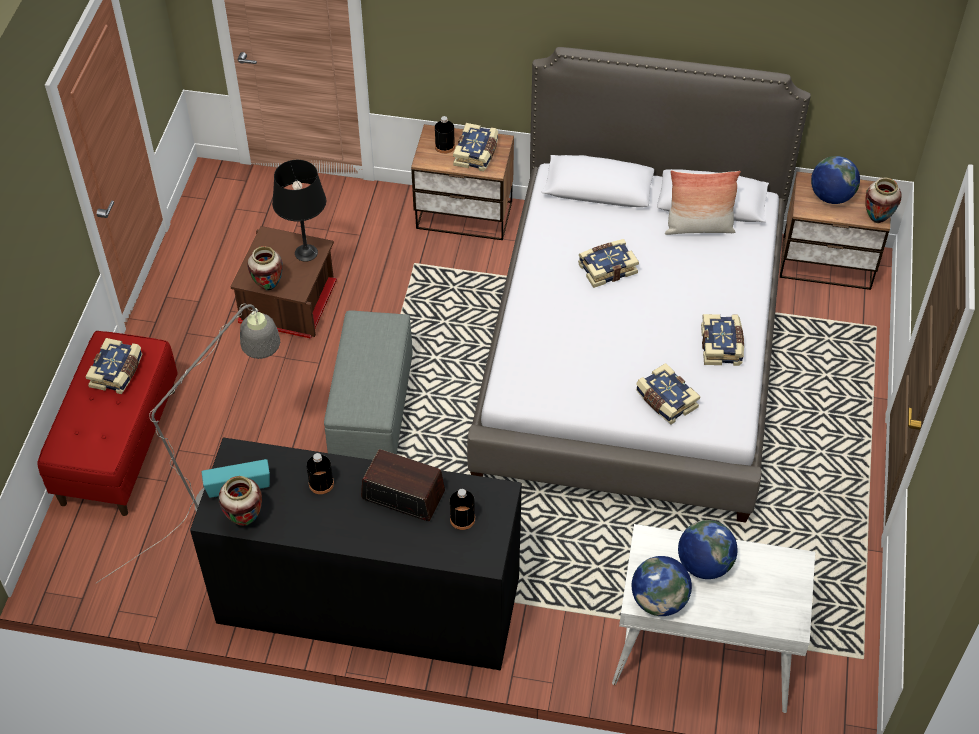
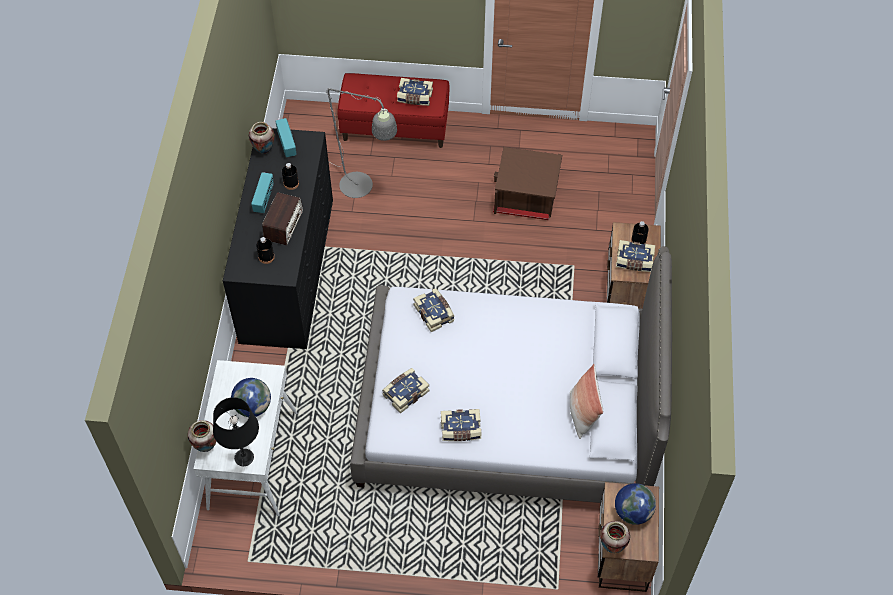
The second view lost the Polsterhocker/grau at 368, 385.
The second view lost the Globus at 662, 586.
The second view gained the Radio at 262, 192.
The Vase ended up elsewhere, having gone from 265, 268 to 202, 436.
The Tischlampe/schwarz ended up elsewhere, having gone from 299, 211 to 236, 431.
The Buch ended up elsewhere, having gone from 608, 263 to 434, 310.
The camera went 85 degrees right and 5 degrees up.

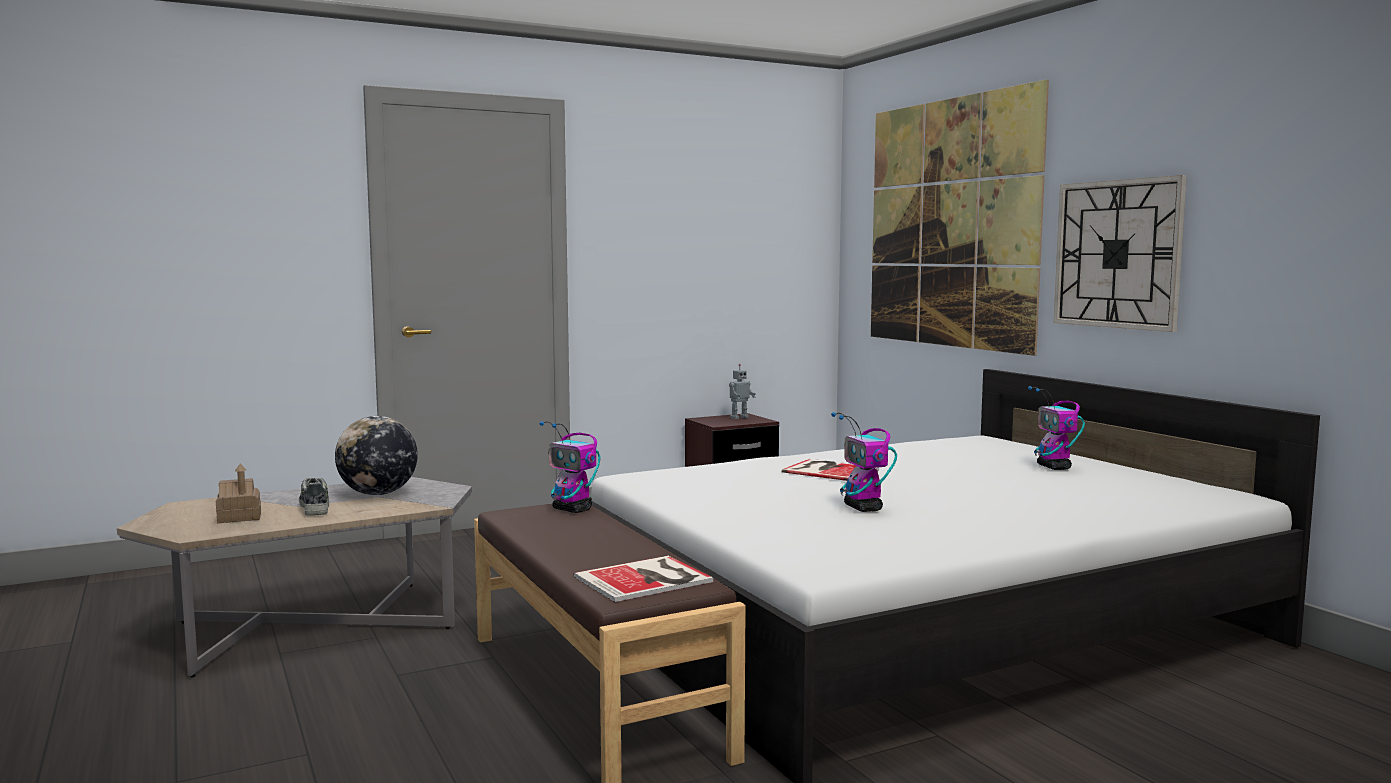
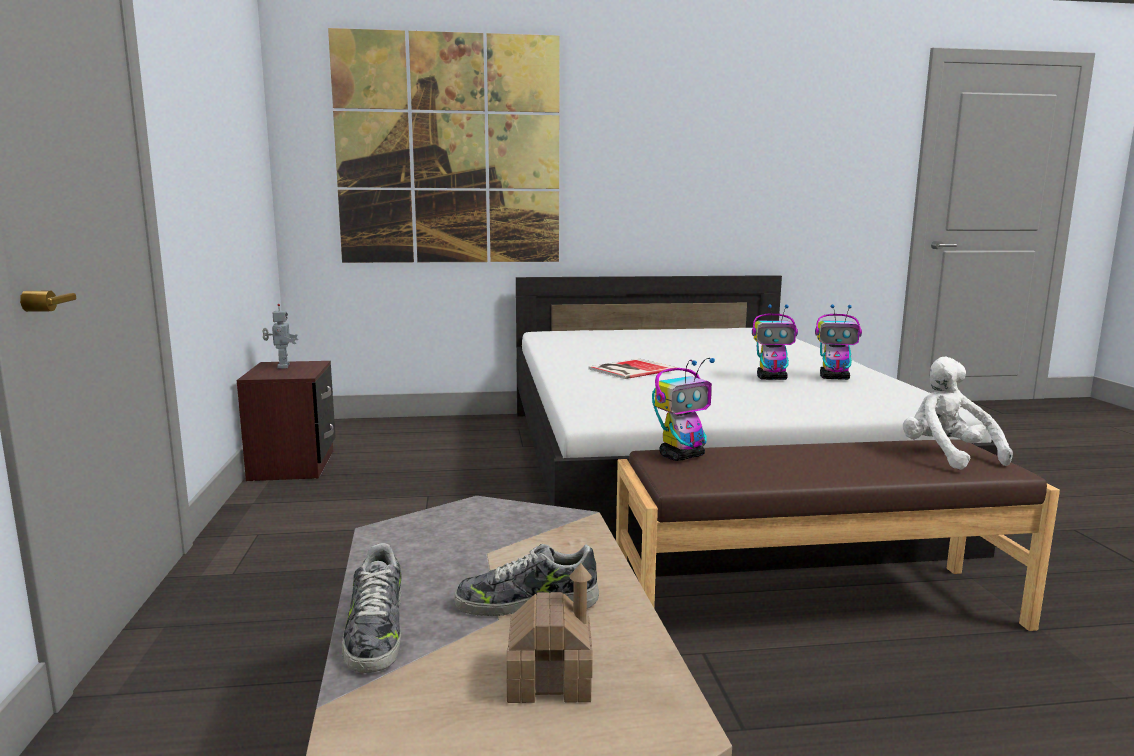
The second view lost the Globus at 376, 455.
The second view lost the Wanduhr at 1120, 253.
The second view gained the Schuh at 372, 608.
The Spielzeugroboter ended up elsewhere, having gone from 1056, 428 to 838, 342.
Where the Buch stood at 643, 579, the Plüschtier/weiß came to stand at 958, 413.
The camera went 70 degrees left and 5 degrees up.

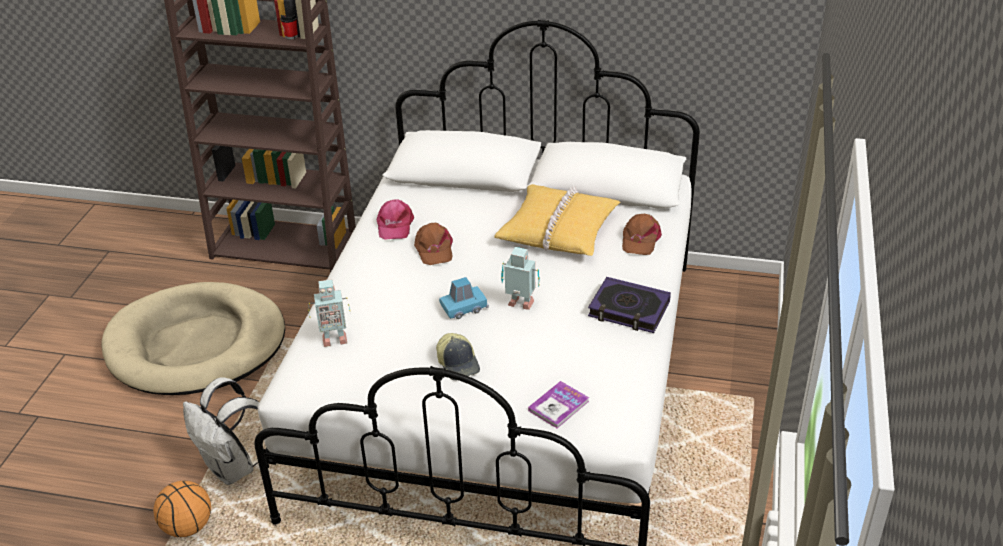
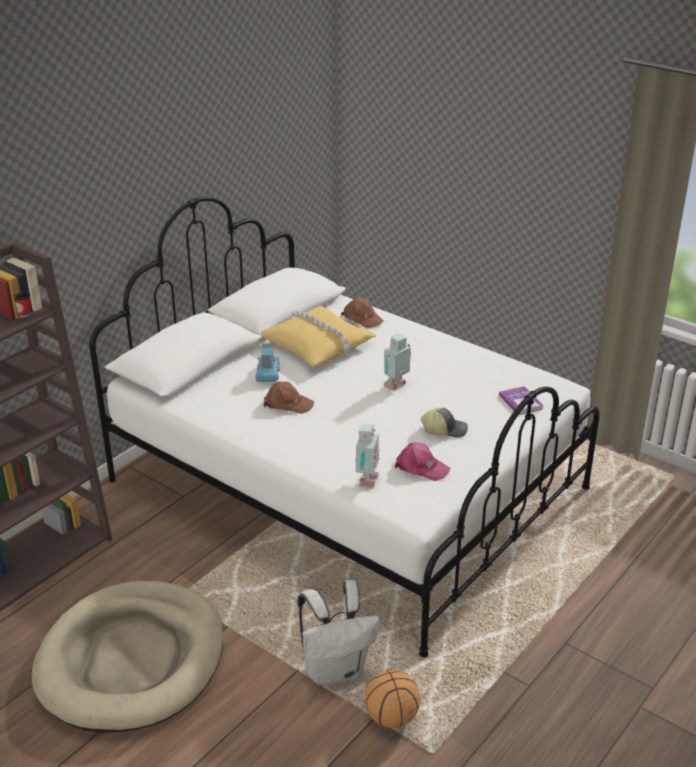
The second view lost the Buch at 629, 305.
The Kappe/rosa ended up elsewhere, having gone from 395, 219 to 422, 461.
The Spielzeugauto/blau ended up elsewhere, having gone from 464, 298 to 268, 365.
The camera went 65 degrees left and 5 degrees down.

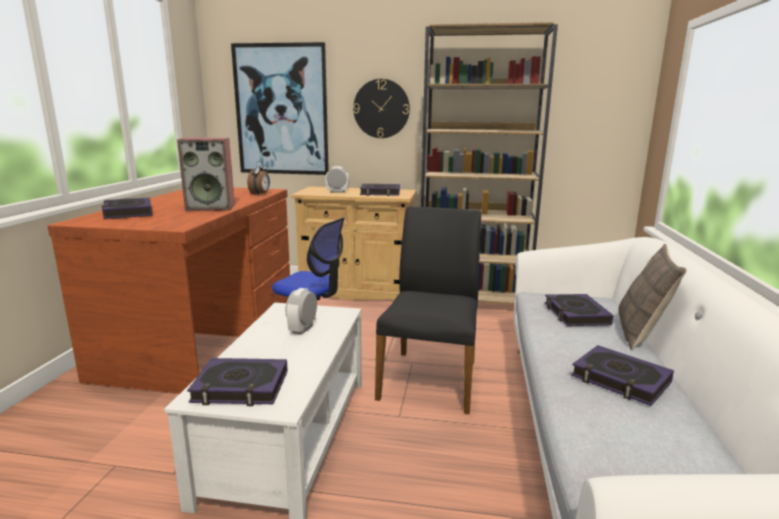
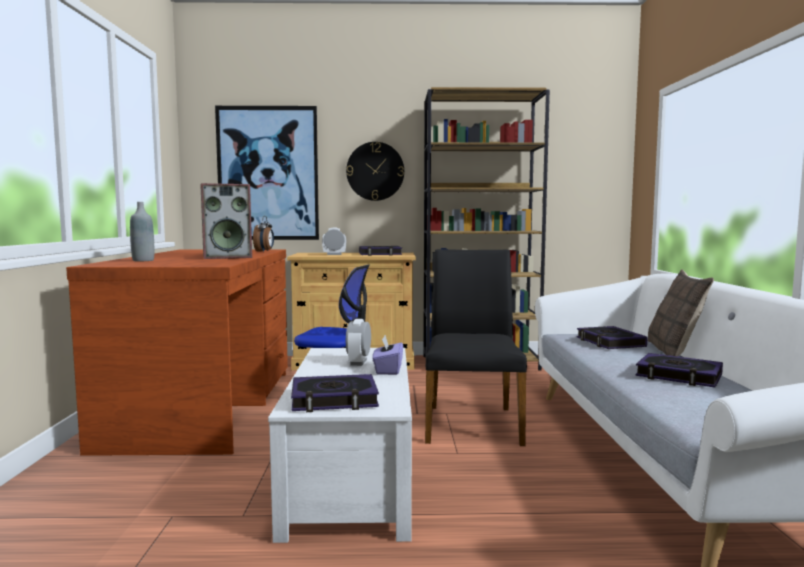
The second view gained the Taschentuchbox/lila at 387, 355.
Where the Buch stood at 127, 208, the Flasche/grau came to stand at 142, 231.
The camera went 10 degrees left and 10 degrees down.

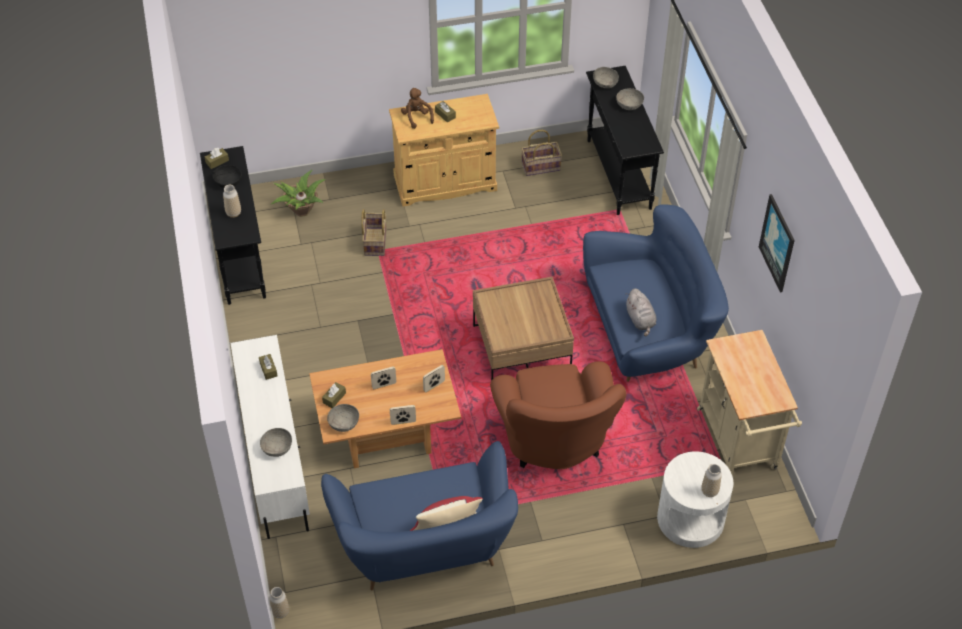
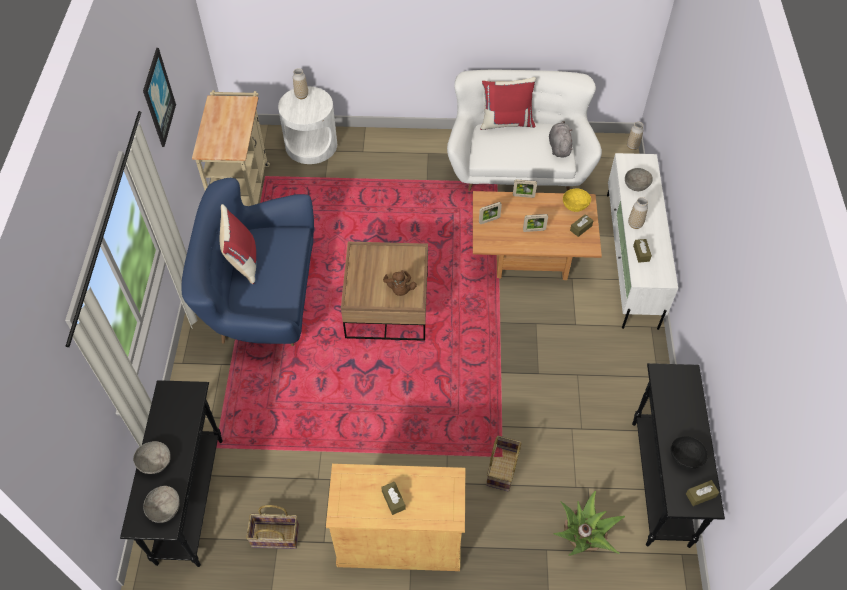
The second view lost the Sessel/braun at 558, 415.
The second view gained the Kissen/rot at 238, 244.
The Vase ended up elsewhere, having gone from 232, 201 to 638, 213.
The Plüschtier/braun ended up elsewhere, having gone from 417, 108 to 400, 283.
The Plüschtier/grau ended up elsewhere, having gone from 640, 312 to 561, 139.
What was the Sofa/blau at 419, 516 turned into the Sofa/weiß at 524, 130.
What was the Schüssel/grau at 343, 418 turned into the Schüssel/gelb at 577, 200.
The camera went 165 degrees left and 5 degrees up.

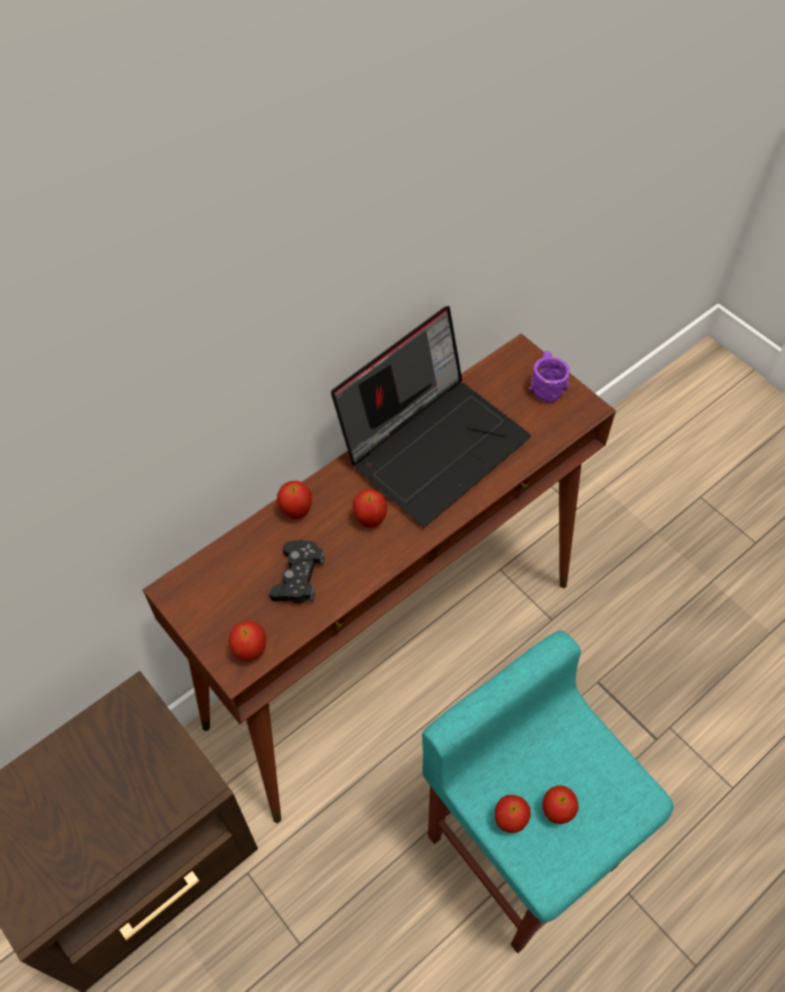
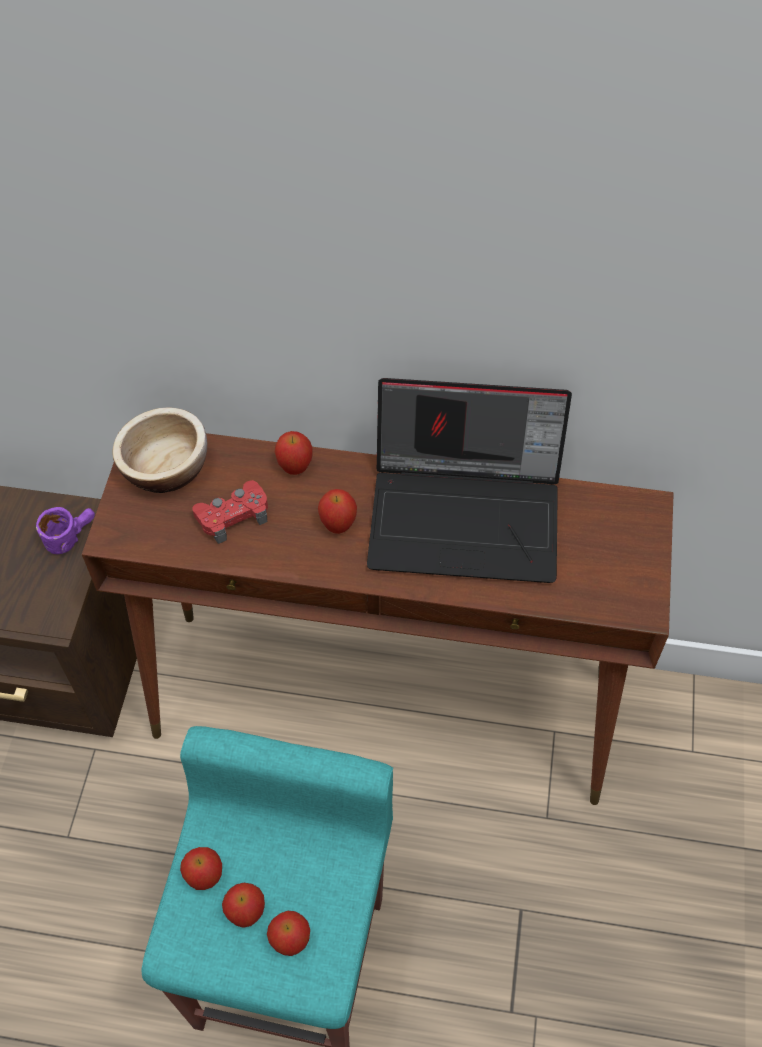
The second view gained the Schüssel at 159, 450.
The Apfel ended up elsewhere, having gone from 247, 641 to 288, 933.
The Henkelbecher/lila ended up elsewhere, having gone from 549, 376 to 65, 530.
What was the Gamepad/schwarz at 297, 571 turned into the Gamepad/rot at 230, 512.
The camera went 50 degrees right and 0 degrees up.

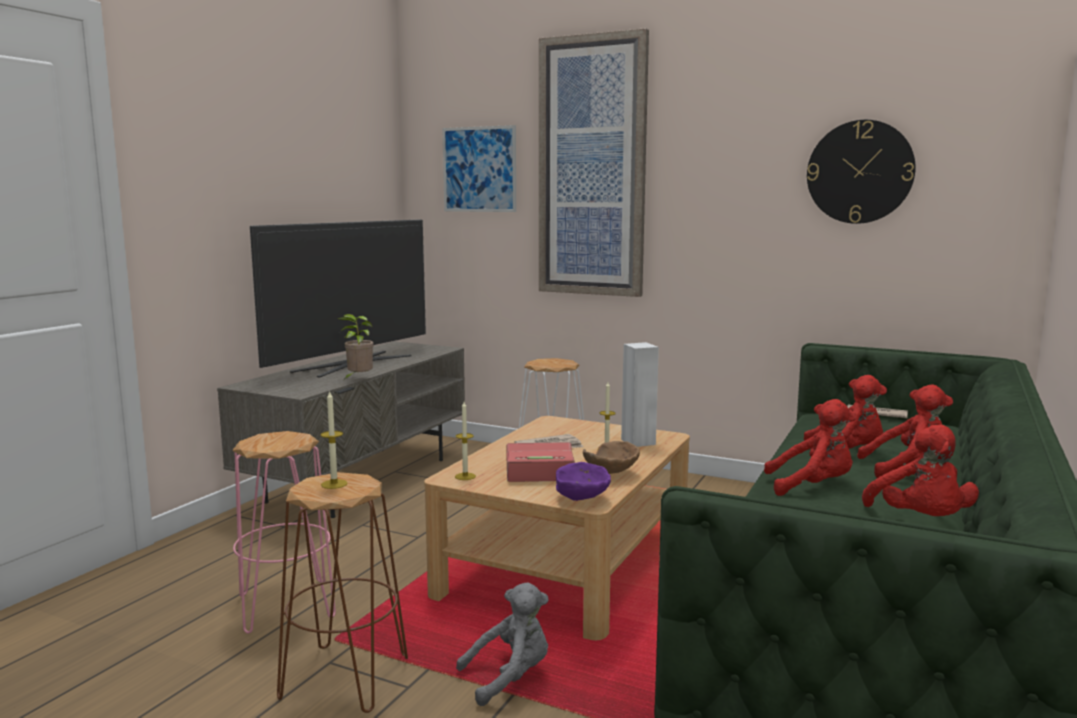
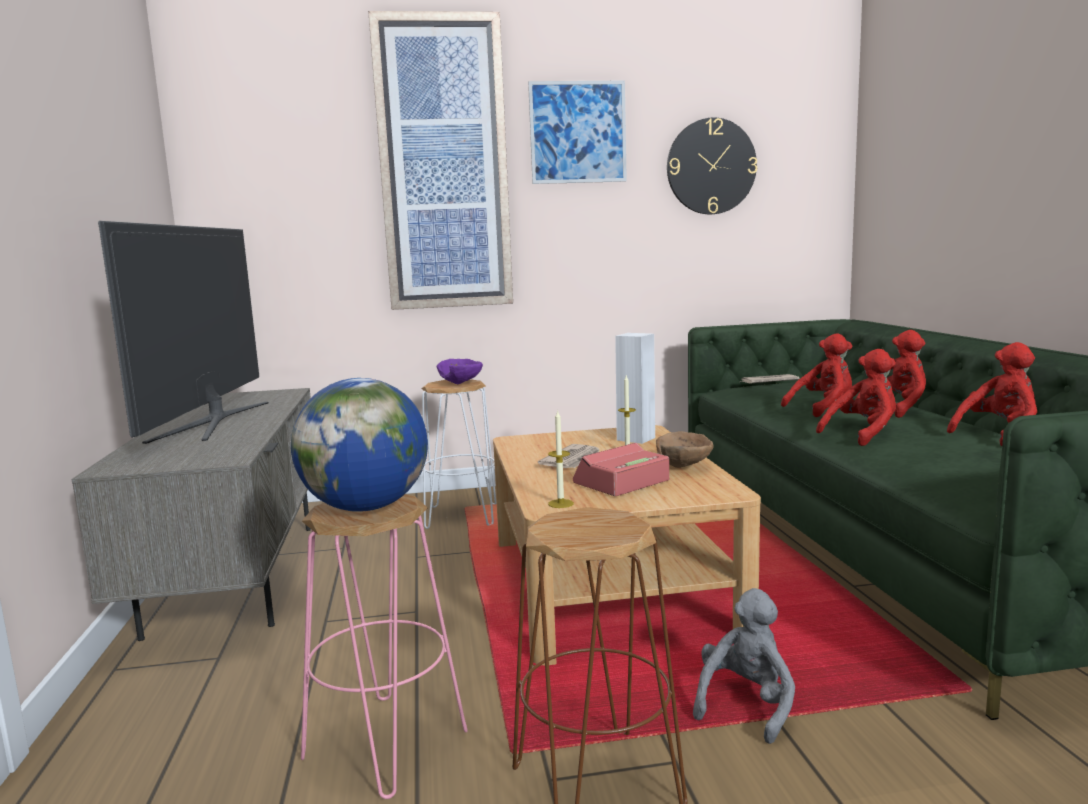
The second view lost the Kerze at 334, 439.
The second view lost the Topfpflanze at 356, 347.
The second view gained the Globus at 359, 445.
The Bild ended up elsewhere, having gone from 479, 168 to 577, 132.
The Schüssel/lila ended up elsewhere, having gone from 583, 481 to 460, 371.
The Plüschtier/rot at 920, 470 ended up facing another way, 75 degrees counterclockwise from before.
The camera went 35 degrees left and 0 degrees up.

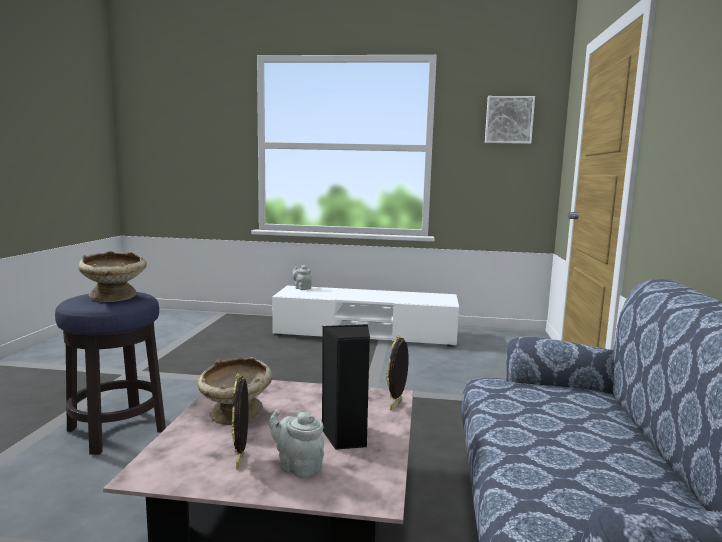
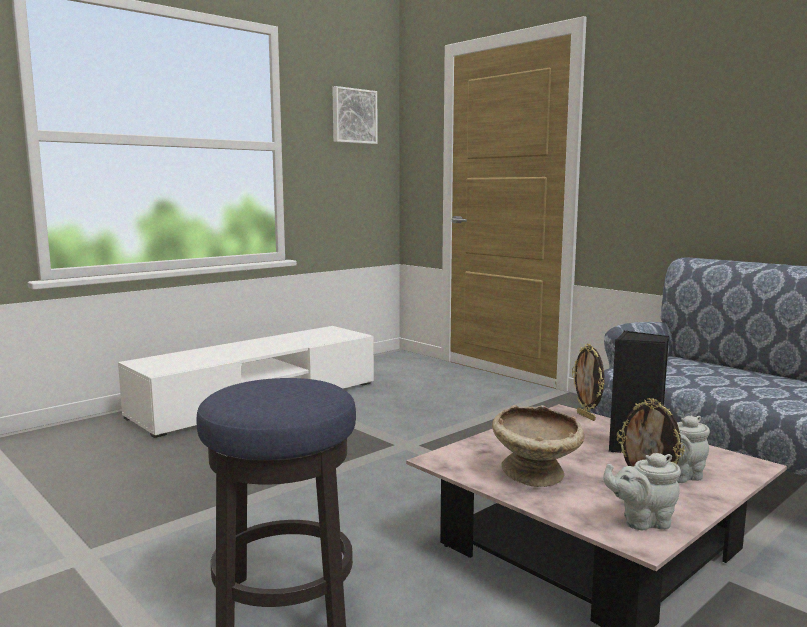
The second view lost the Schüssel/beige at 112, 276.
The Teekanne/grau ended up elsewhere, having gone from 302, 277 to 642, 491.
The camera went 50 degrees left and 0 degrees up.

